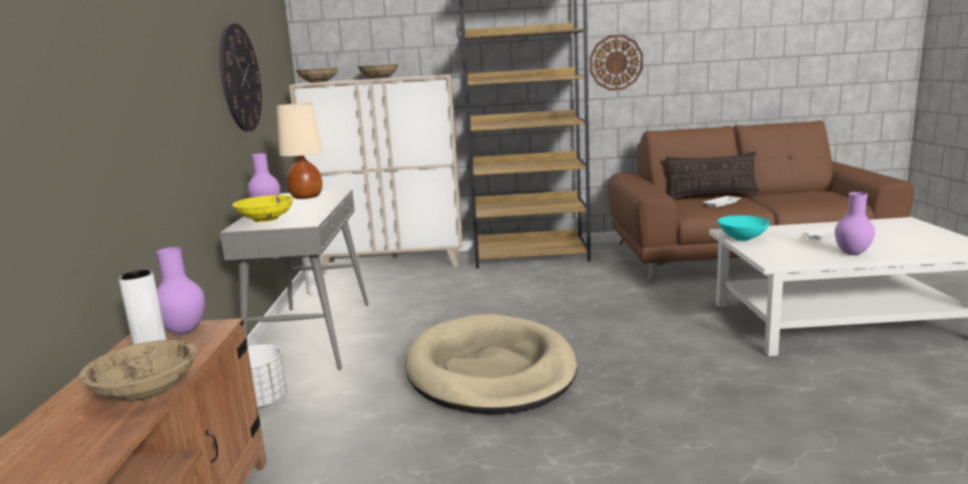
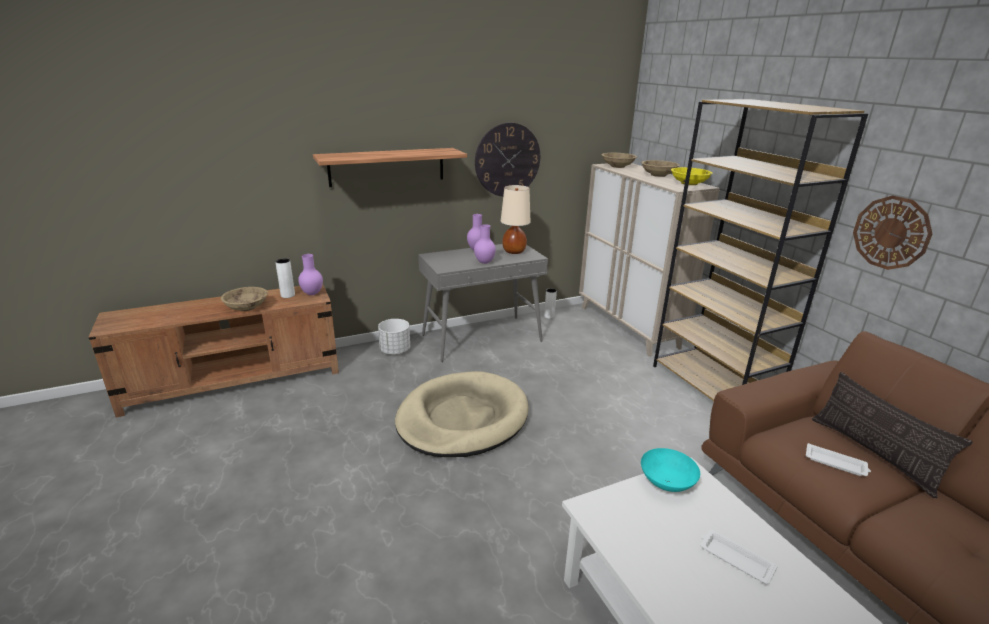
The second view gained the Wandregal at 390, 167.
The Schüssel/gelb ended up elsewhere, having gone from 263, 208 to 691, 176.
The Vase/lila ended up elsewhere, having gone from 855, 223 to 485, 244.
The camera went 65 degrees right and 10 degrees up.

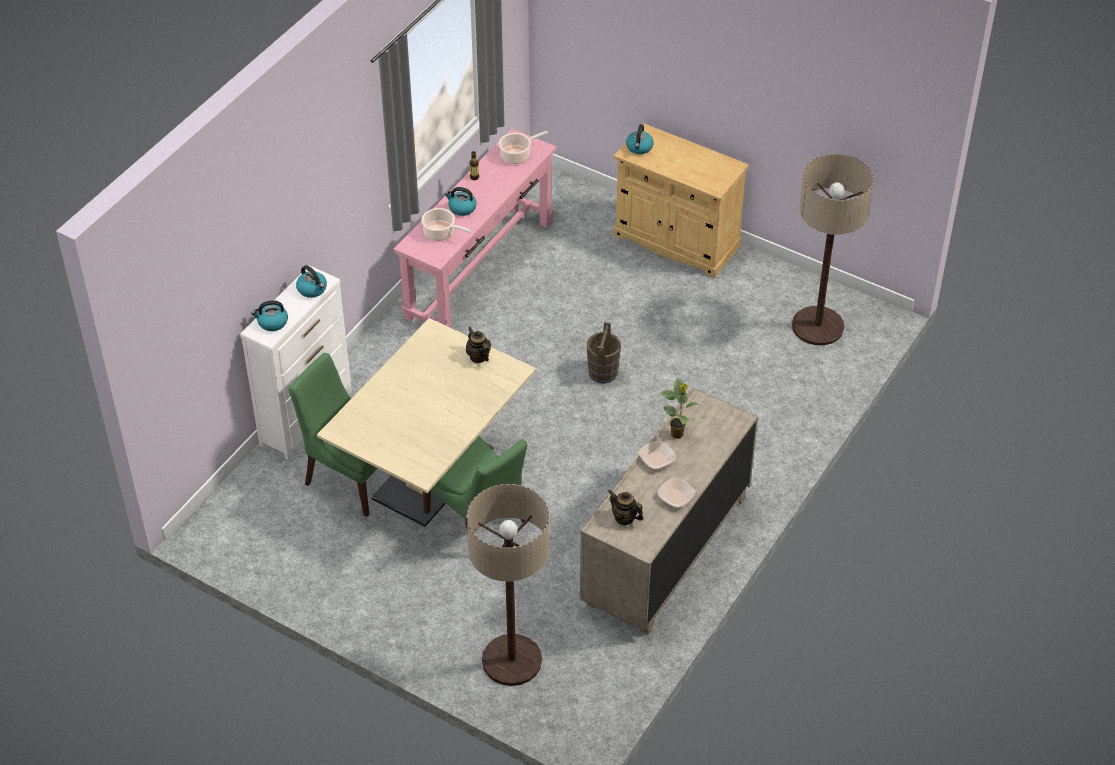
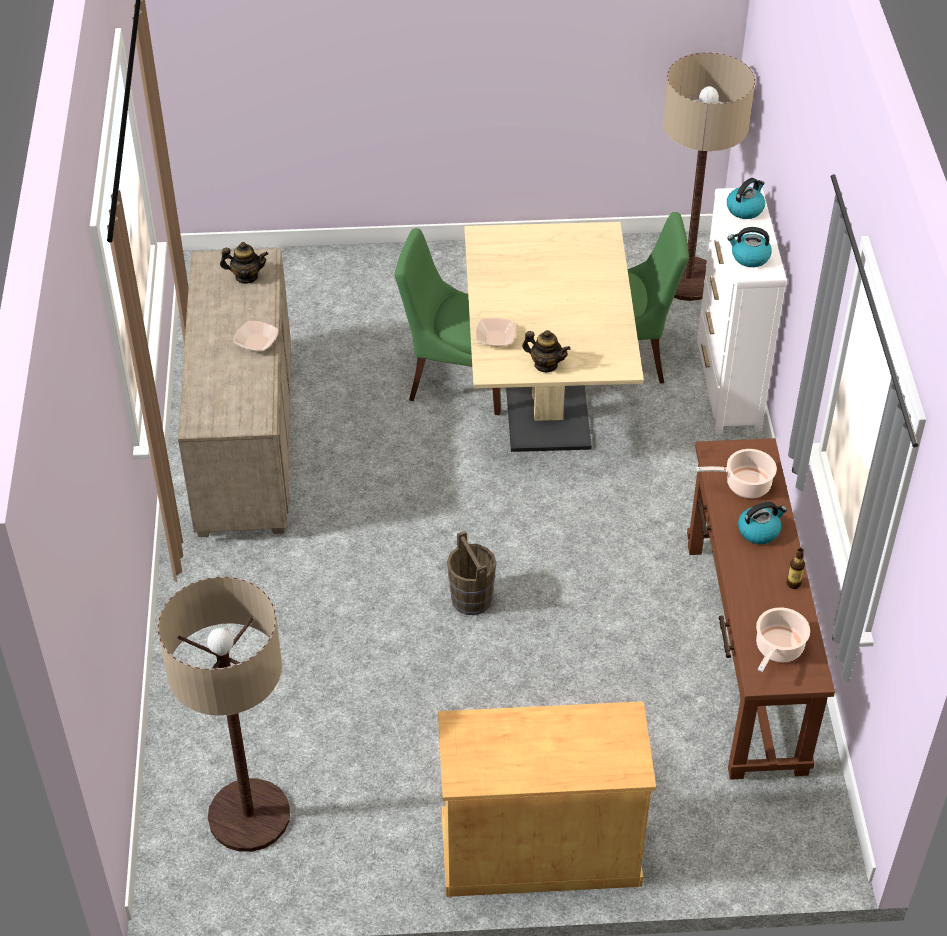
The second view lost the Wasserkessel at 640, 139.
The second view lost the Topfpflanze at 679, 408.
The Stehlampe ended up elsewhere, having gone from 508, 585 to 709, 176.
The Schüssel ended up elsewhere, having gone from 676, 492 to 495, 332.
What was the Konsolentisch/rosa at 475, 228 turned into the Konsolentisch/braun at 761, 609.
The camera went 145 degrees right and 0 degrees up.

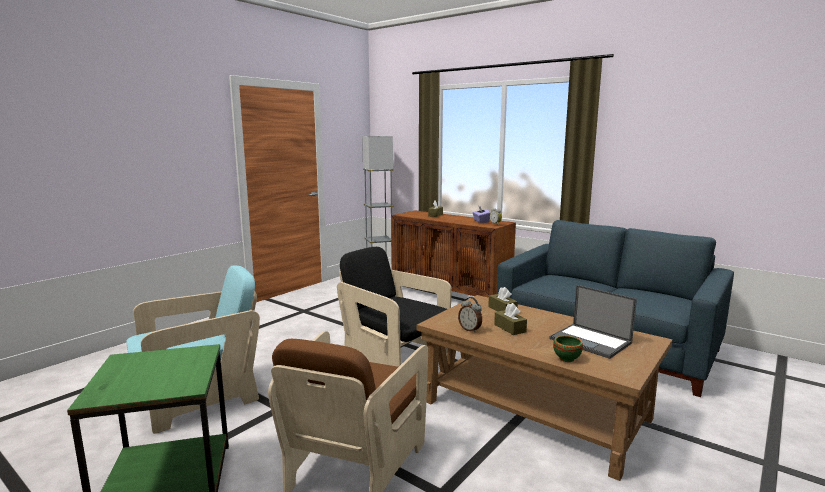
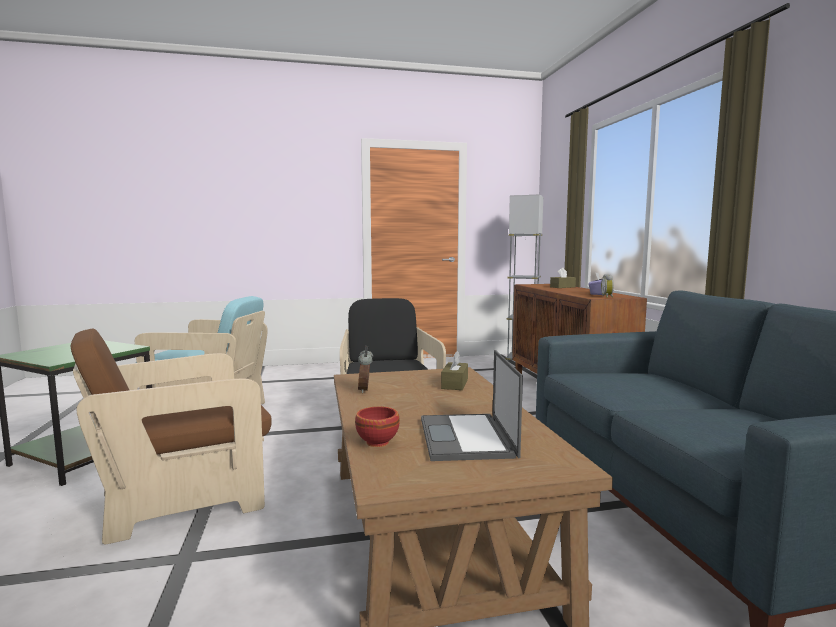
The second view lost the Taschentuchbox/braun at 510, 319.
What was the Schüssel/grün at 568, 349 turned into the Schüssel/rot at 377, 426.
The camera went 40 degrees right and 5 degrees down.

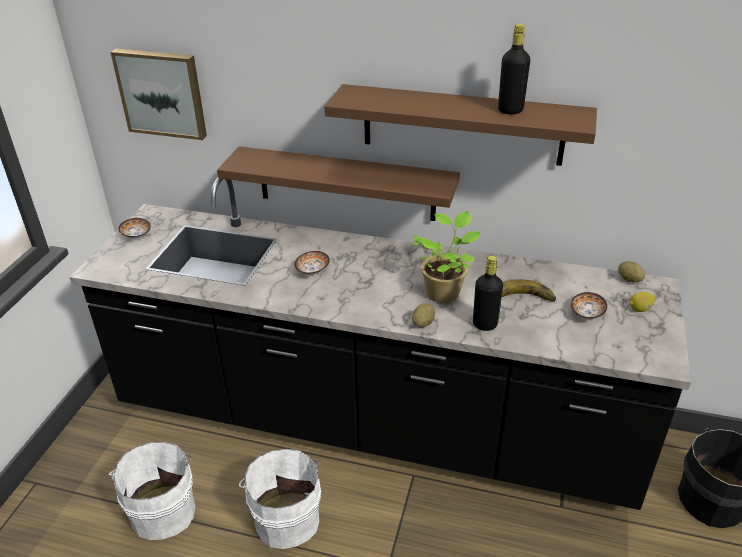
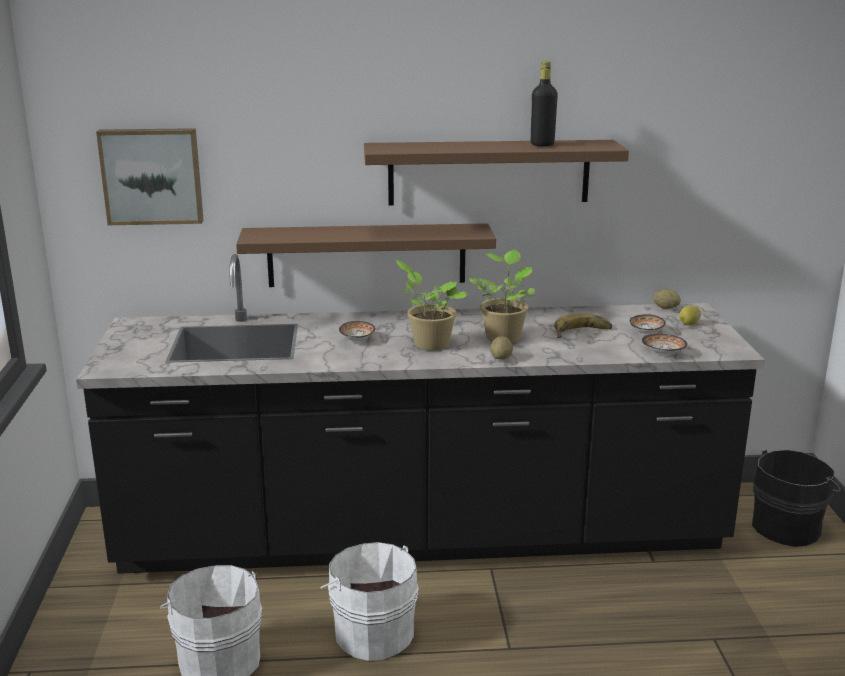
The second view lost the Flasche/schwarz at 488, 293.
The second view gained the Topfpflanze at 432, 305.
The Schüssel ended up elsewhere, having gone from 134, 228 to 664, 344.
The camera went 20 degrees left and 15 degrees down.

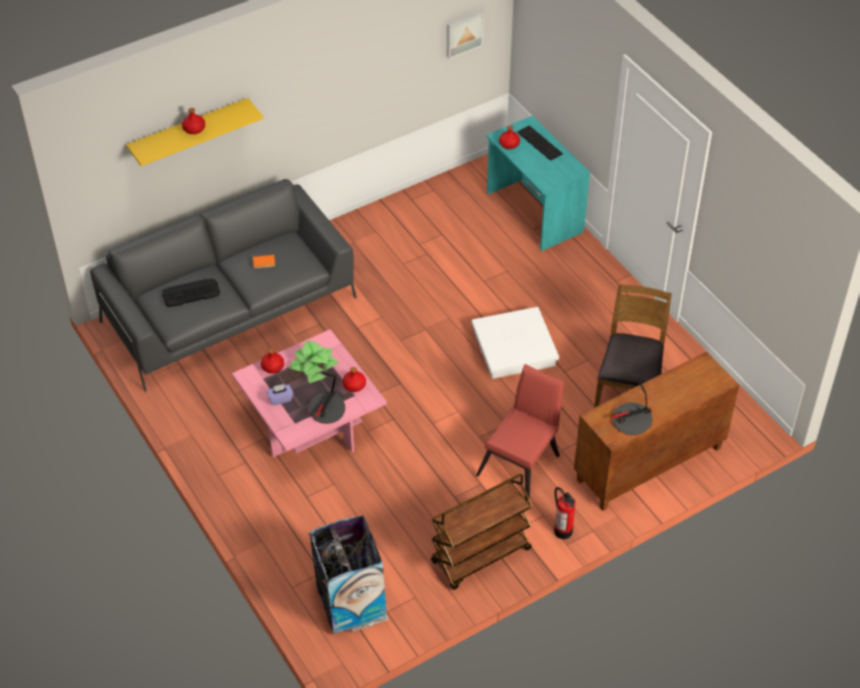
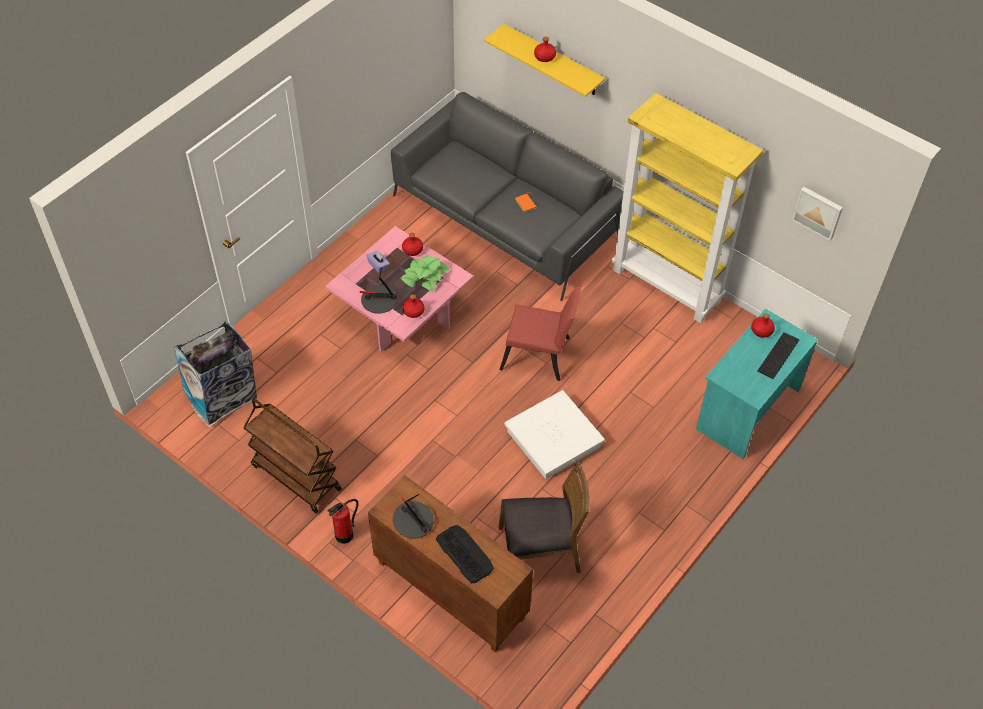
The second view gained the Bücherregal/gelb at 687, 208.
The Tastatur ended up elsewhere, having gone from 191, 293 to 465, 554.
The Stuhl/rot ended up elsewhere, having gone from 520, 432 to 540, 333.
The camera went 70 degrees right and 5 degrees up.

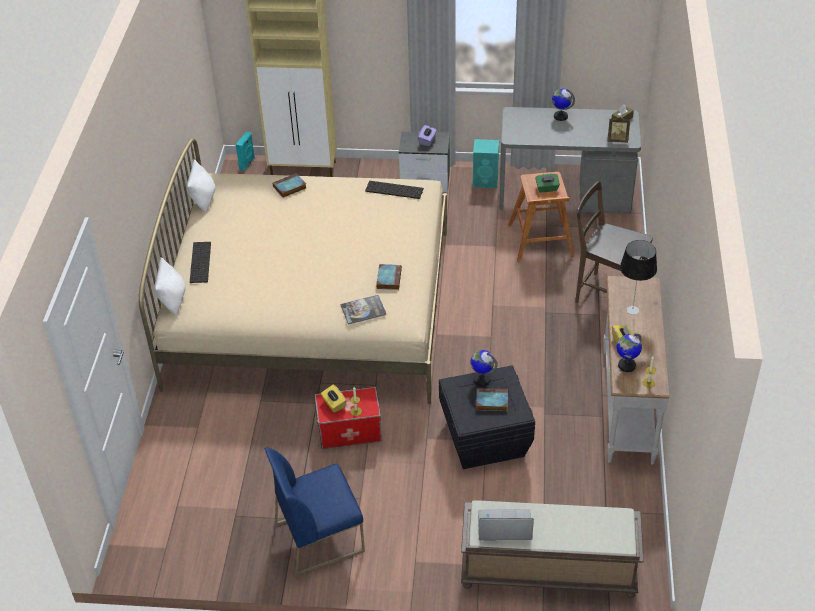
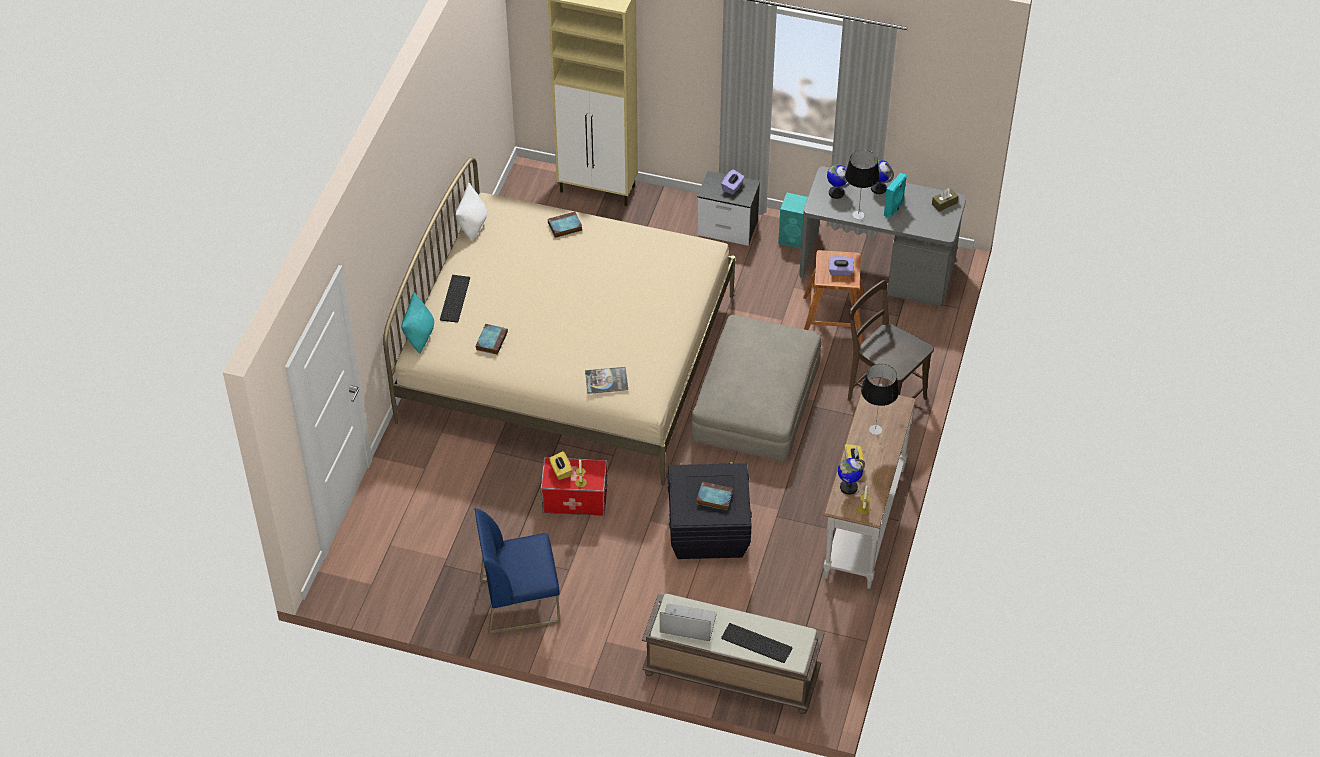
The second view lost the Bilderrahmen at 618, 130.
The second view gained the Polsterhocker/beige at 756, 388.
The second view gained the Tischlampe at 862, 184.
The Lautsprecher/türkis ended up elsewhere, having gone from 245, 151 to 895, 195.
The Tastatur ended up elsewhere, having gone from 394, 190 to 757, 643.
The Buch ended up elsewhere, having gone from 389, 277 to 492, 339.
The Globus ended up elsewhere, having gone from 484, 368 to 838, 181.
What was the Kissen/weiß at 170, 286 turned into the Kissen/türkis at 418, 323.
What was the Taschentuchbox/grün at 547, 183 turned into the Taschentuchbox/lila at 841, 266.
The camera went 10 degrees right and 5 degrees up.

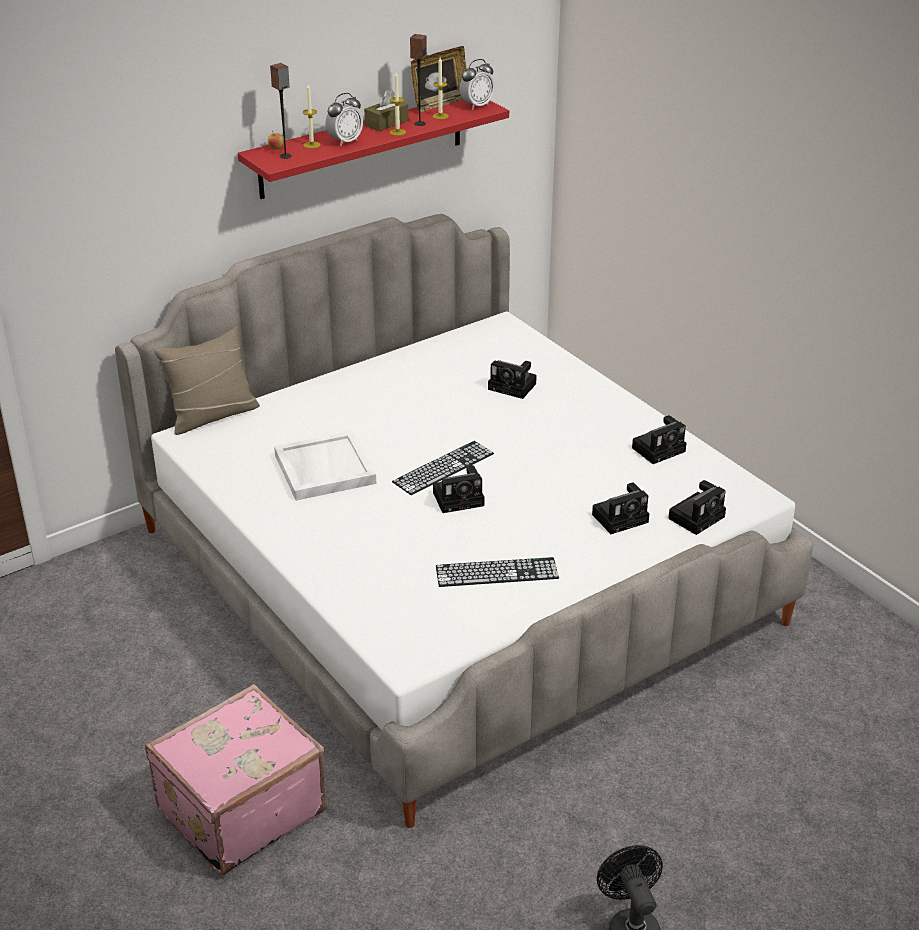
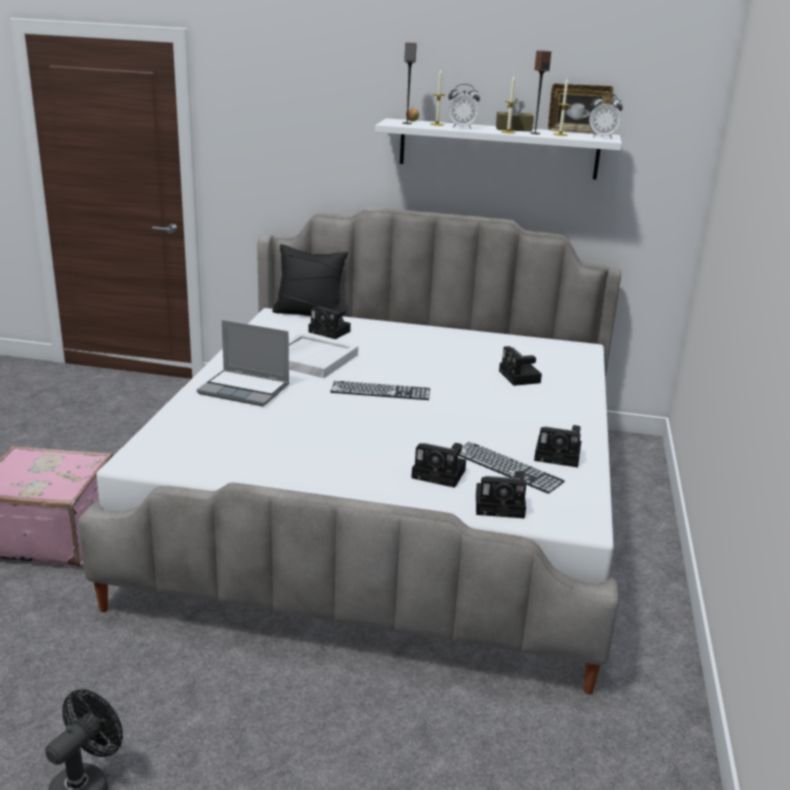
The second view gained the Laptop at 243, 363.
The Kamera ended up elsewhere, having gone from 458, 489 to 330, 323.
The Tastatur ended up elsewhere, having gone from 497, 572 to 512, 468.
What was the Kissen/beige at 207, 380 turned into the Kissen/schwarz at 310, 281.
What was the Wandregal/rot at 373, 149 turned into the Wandregal/weiß at 498, 149.
The camera went 45 degrees right and 10 degrees down.

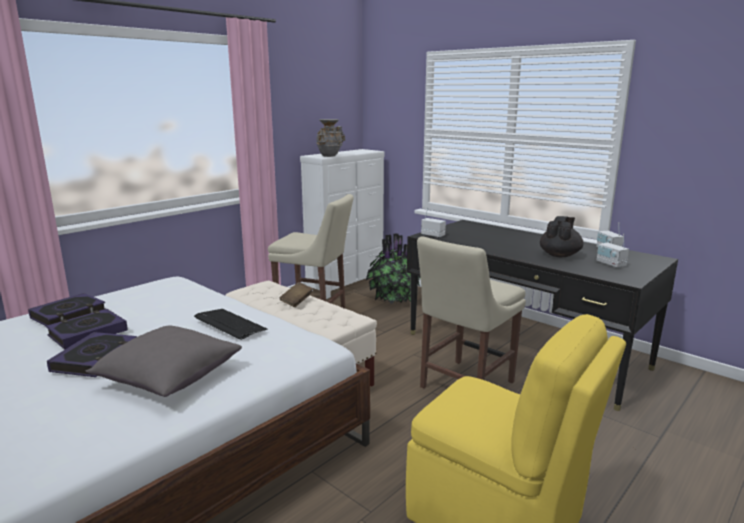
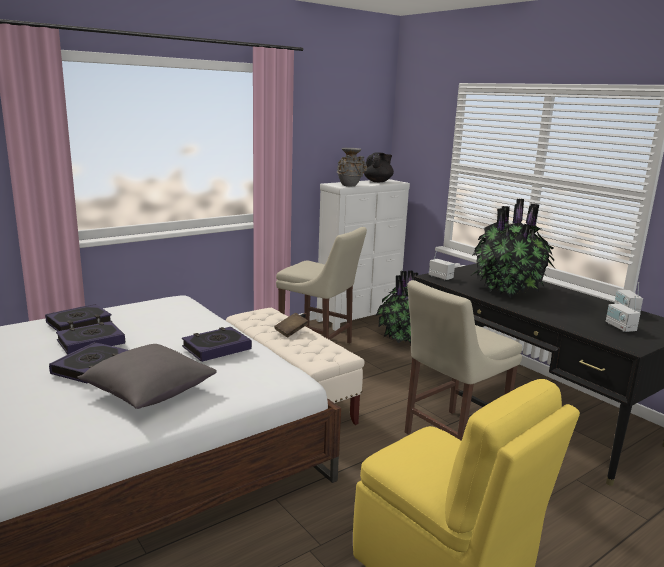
The second view gained the Topfpflanze at 513, 248.
The Teekanne/schwarz ended up elsewhere, having gone from 562, 236 to 379, 167.
Where the Tastatur stood at 231, 324, the Buch came to stand at 217, 344.
The camera went 10 degrees right and 0 degrees up.

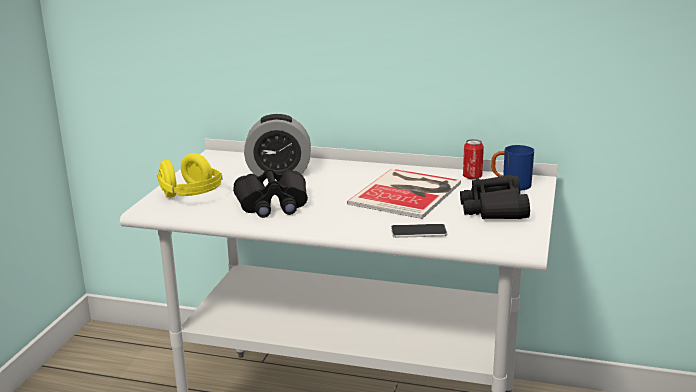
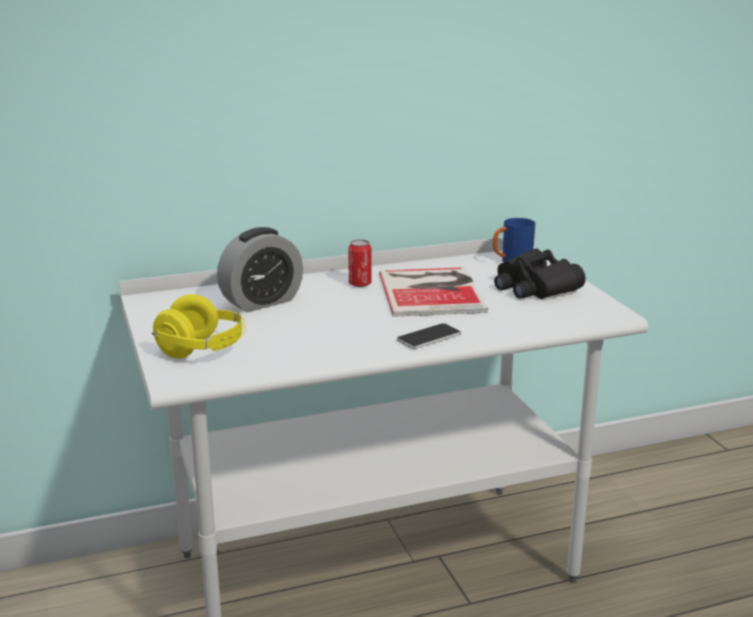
The second view lost the Fernglas/schwarz at 270, 193.
The Handy ended up elsewhere, having gone from 419, 231 to 429, 336.
The Dose ended up elsewhere, having gone from 473, 159 to 360, 263.
The camera went 35 degrees left and 0 degrees up.

